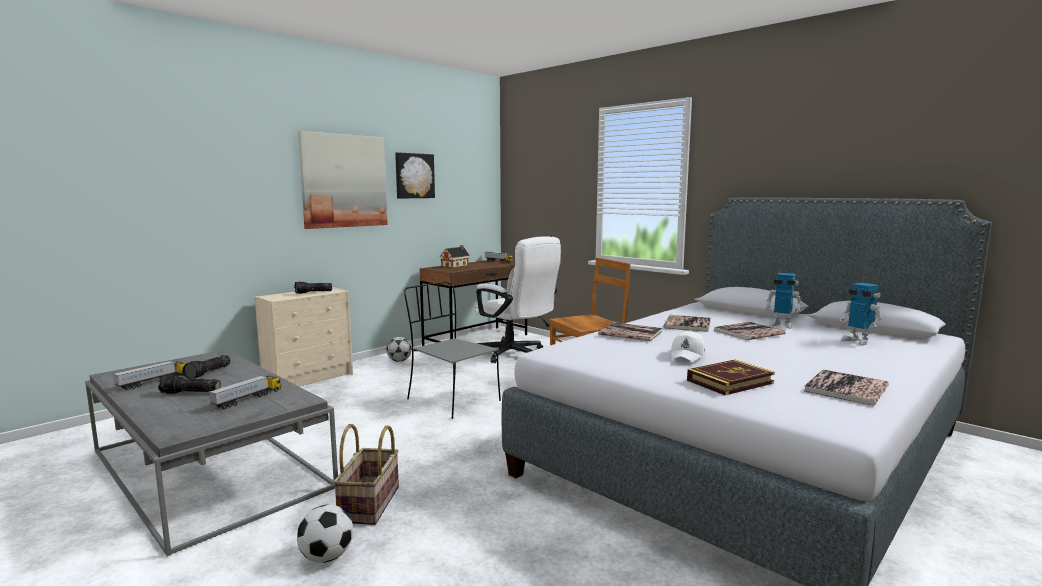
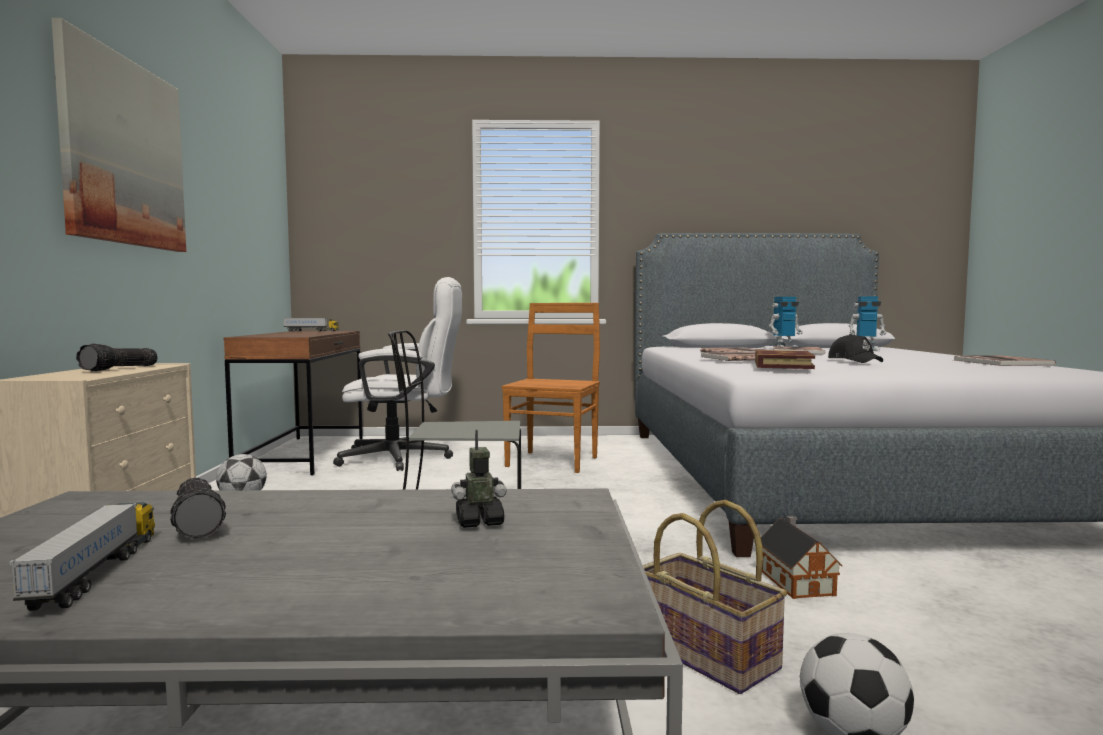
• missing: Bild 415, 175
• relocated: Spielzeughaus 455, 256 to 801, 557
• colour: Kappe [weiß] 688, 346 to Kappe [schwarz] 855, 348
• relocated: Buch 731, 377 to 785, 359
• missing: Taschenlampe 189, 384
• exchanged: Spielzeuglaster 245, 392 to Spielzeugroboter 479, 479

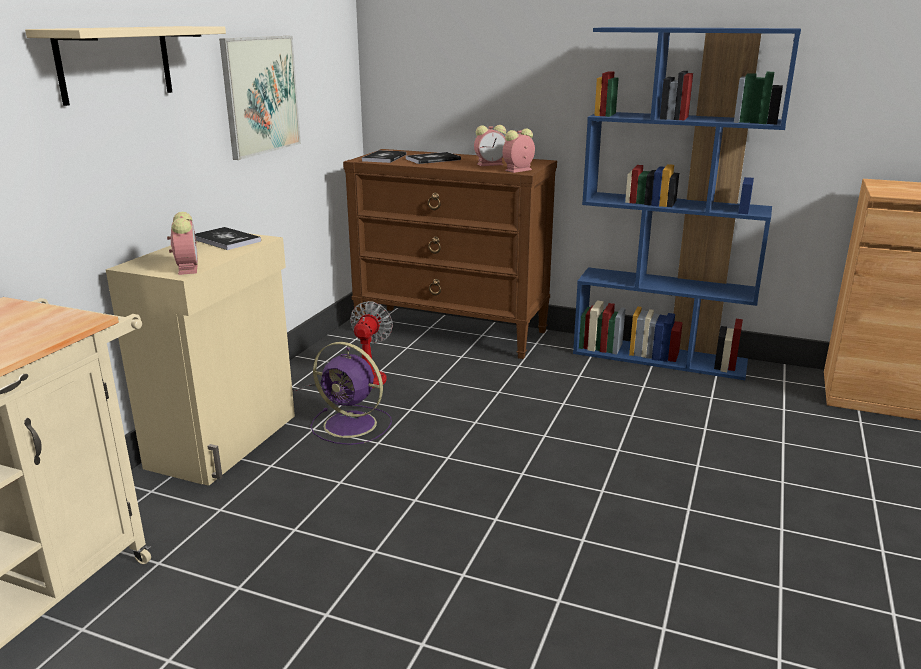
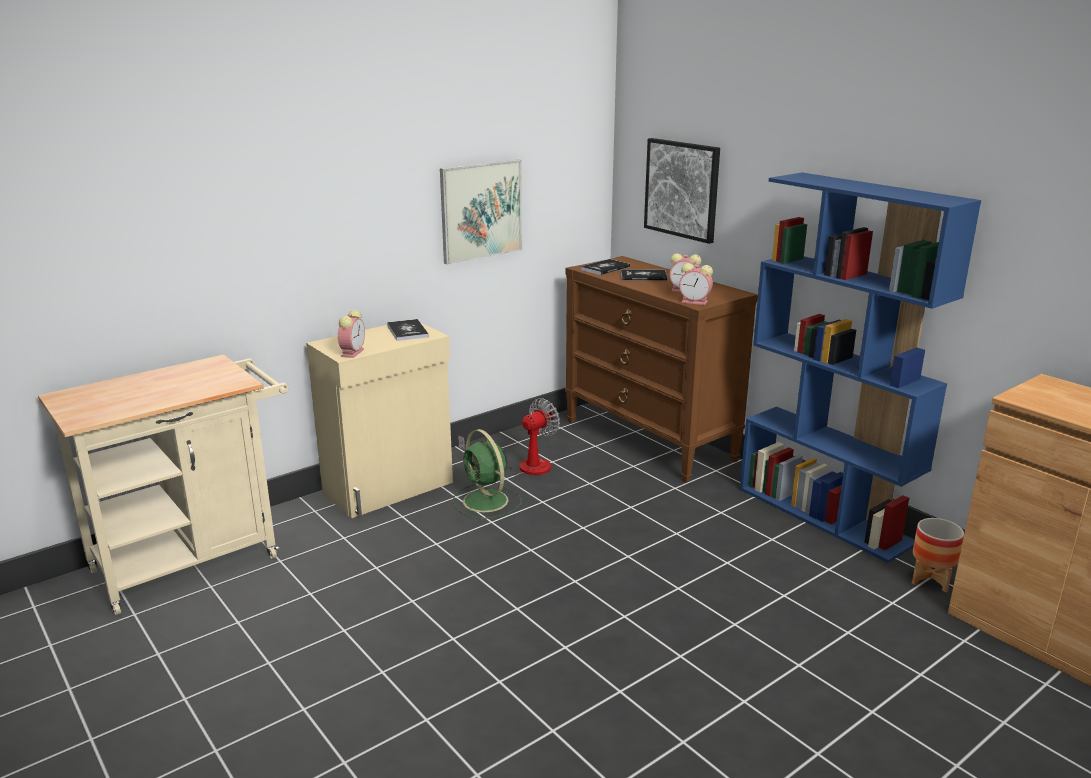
• missing: Wandregal [beige] 125, 66
• spun: Wecker 519, 150 = 696, 284 150 degrees counterclockwise
• colour: Ventilator [lila] 351, 393 to Ventilator [grün] 487, 474
• appeared: Bild 682, 191
• appeared: Pflanzkübel 938, 555

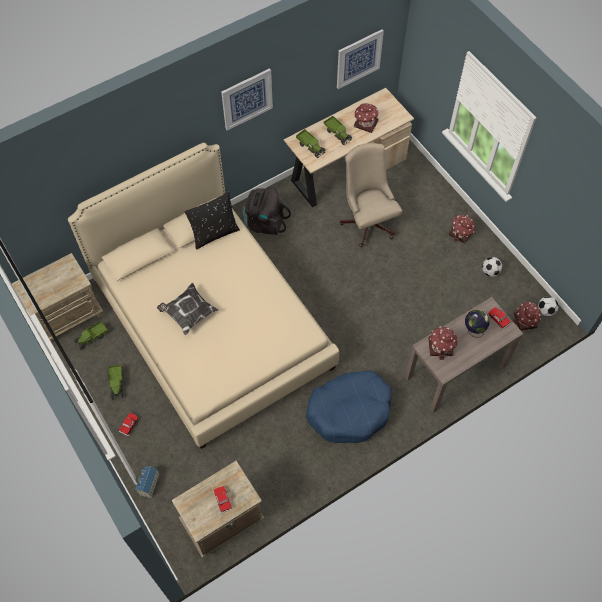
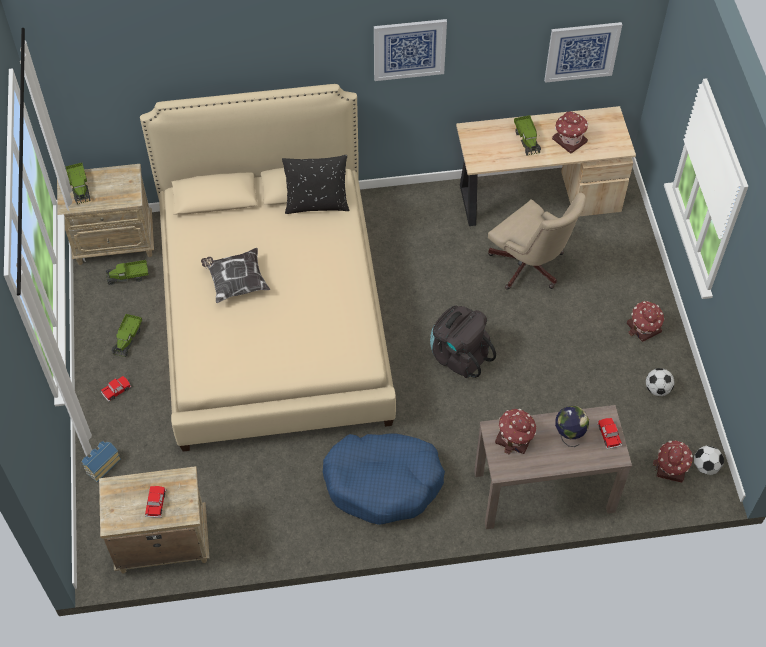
• relocated: Spielzeuglaster 311, 143 to 77, 183
• spun: Bürostuhl [beige] 371, 195 = 537, 241 135 degrees clockwise
• relocated: Rucksack [schwarz] 266, 211 to 463, 341

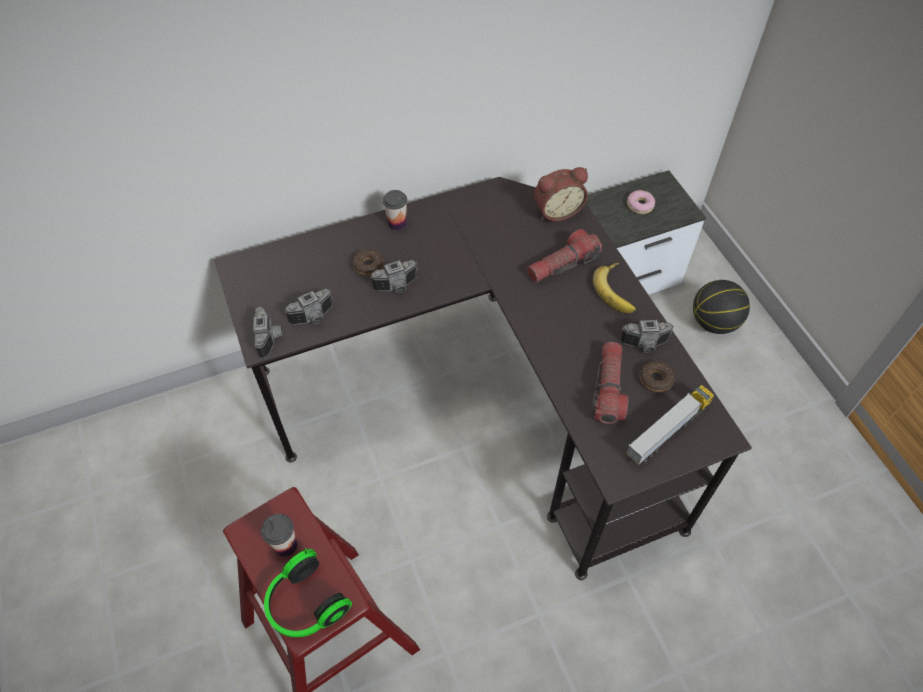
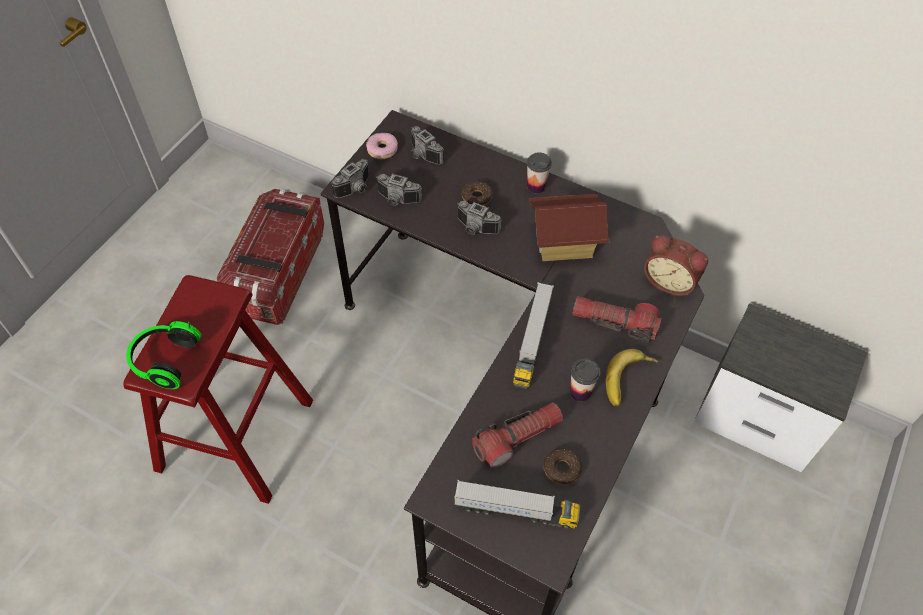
• relocated: Donut 641, 202 to 382, 146
• missing: Basketball 721, 307
• relocated: Kamera 647, 336 to 427, 145
• relocated: Tasse 279, 535 to 585, 380
• appeared: Aufbewahrungsbox 270, 257
• appeared: Spielzeughaus 569, 227
• appeared: Spielzeuglaster 533, 335

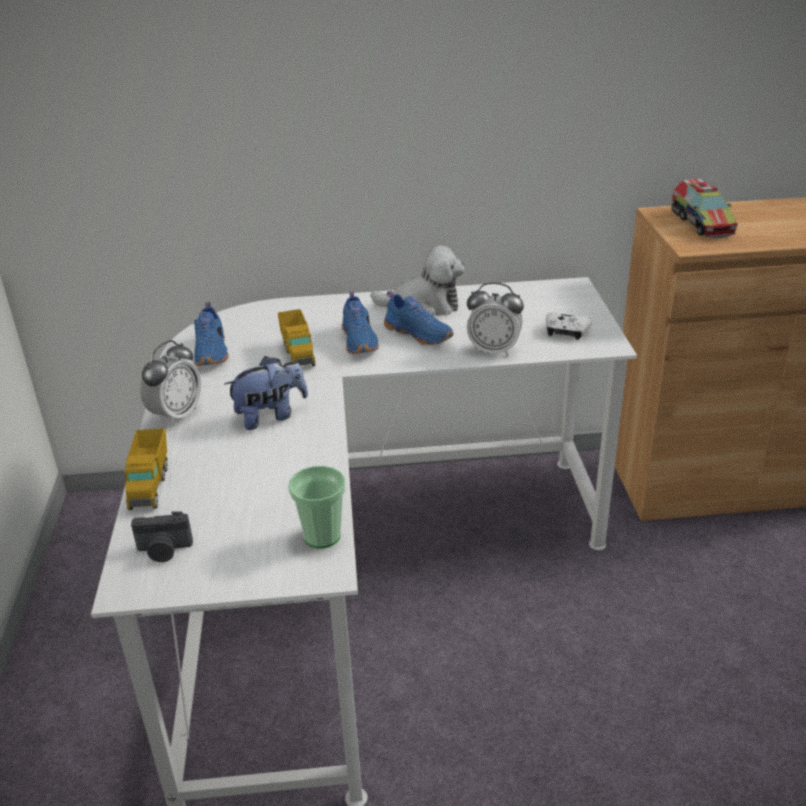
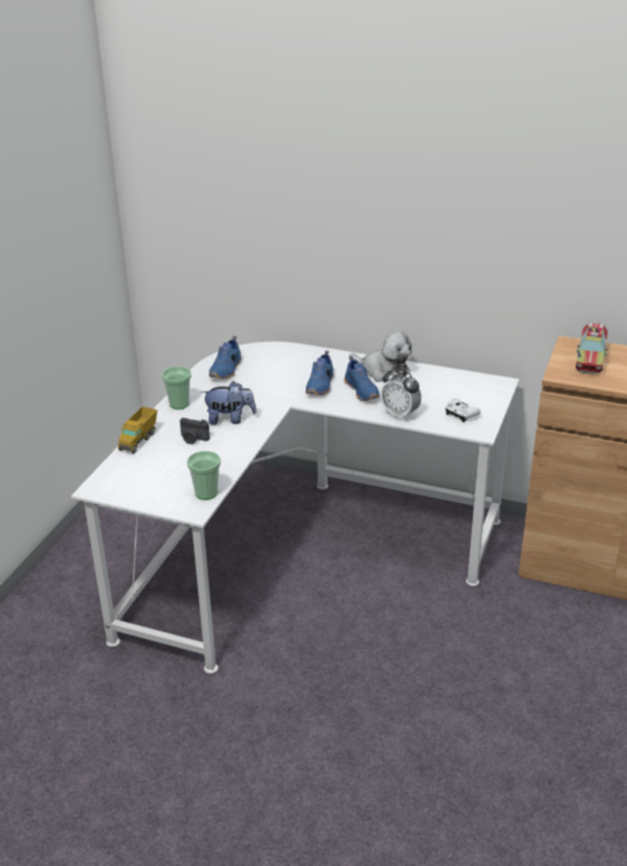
• missing: Spielzeuglaster 296, 337
• exchanged: Wecker 170, 383 to Tasse 176, 388
• relocated: Kamera 162, 536 to 195, 431

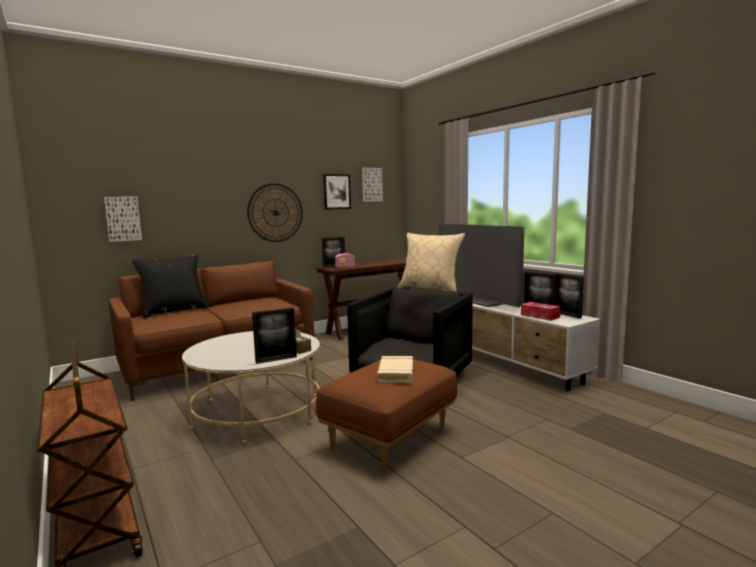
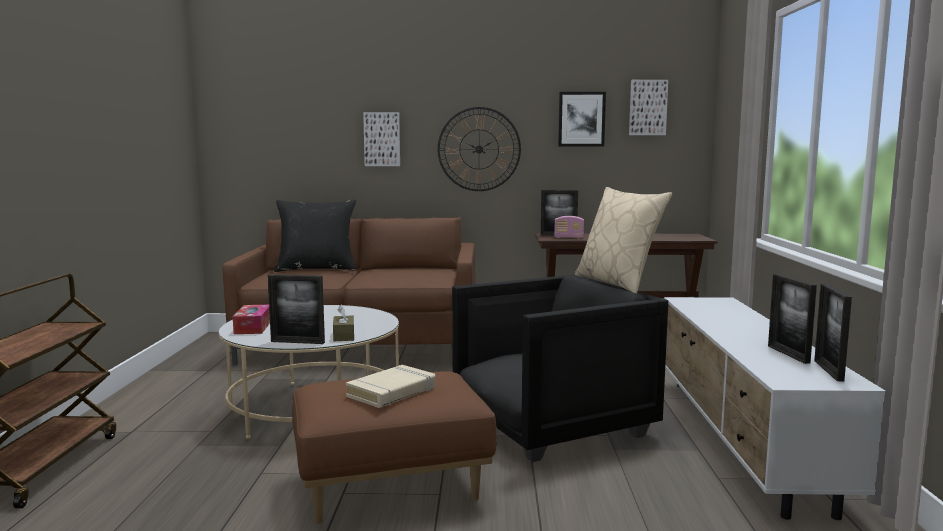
• relocated: Bild 123, 219 to 381, 139
• missing: Fernseher 481, 266
• relocated: Taschentuchbox 541, 311 to 251, 319

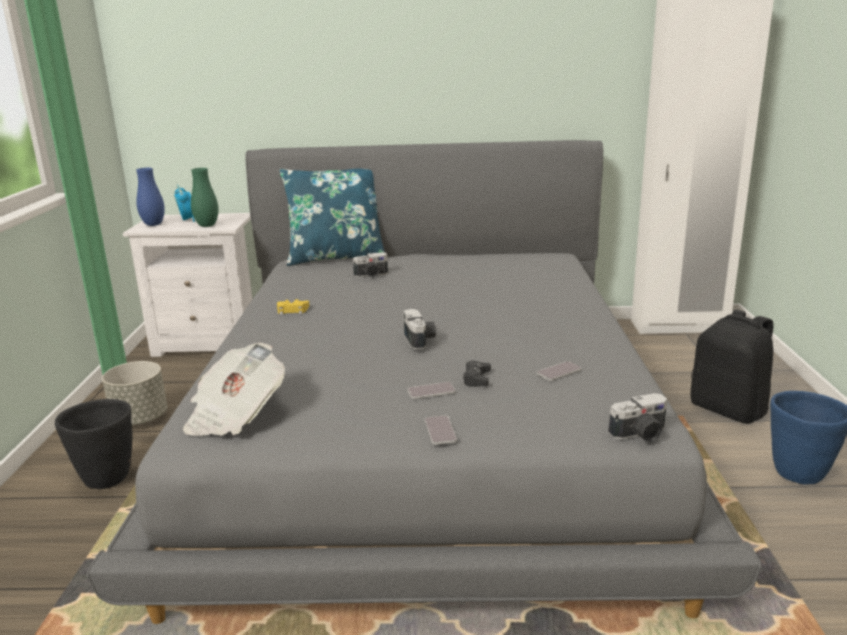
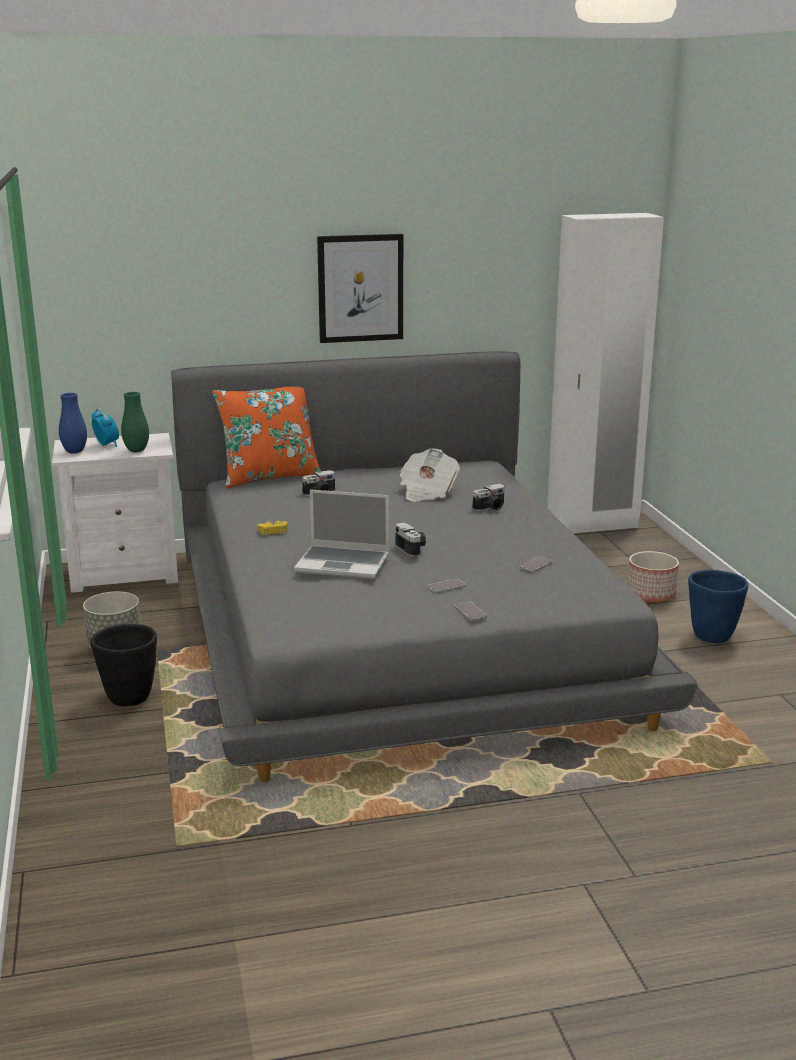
• colour: Kissen [blau] 332, 217 to Kissen [orange] 266, 437
• exchanged: Rucksack [schwarz] 732, 367 to Pflanzkübel 653, 577
• relocated: Zeitung 234, 389 to 429, 474
• missing: Gamepad [schwarz] 476, 373
• relocated: Kamera 637, 417 to 488, 497
• appeared: Bild 360, 288
• appeared: Laptop 341, 534

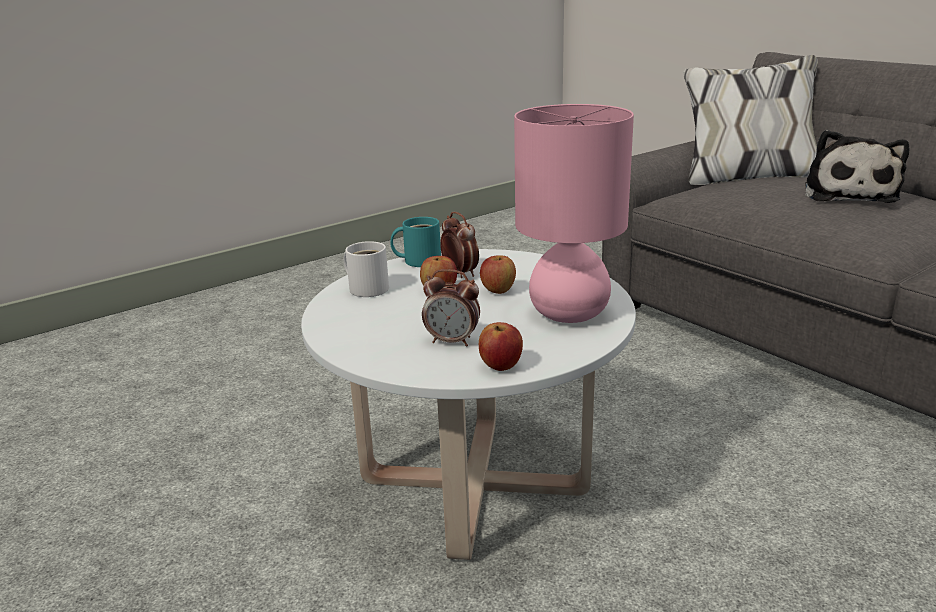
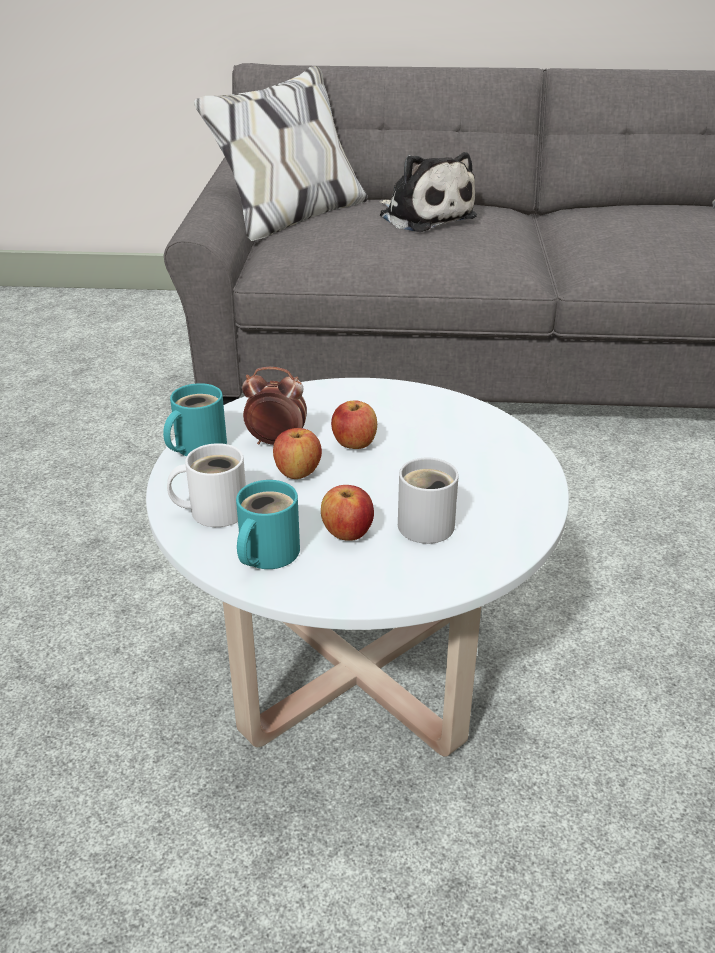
• missing: Tischlampe [rosa] 574, 213
• exchanged: Wecker 451, 307 to Henkelbecher [weiß] 428, 500
• relocated: Apfel 501, 346 to 347, 513
• appeared: Henkelbecher [türkis] 268, 524

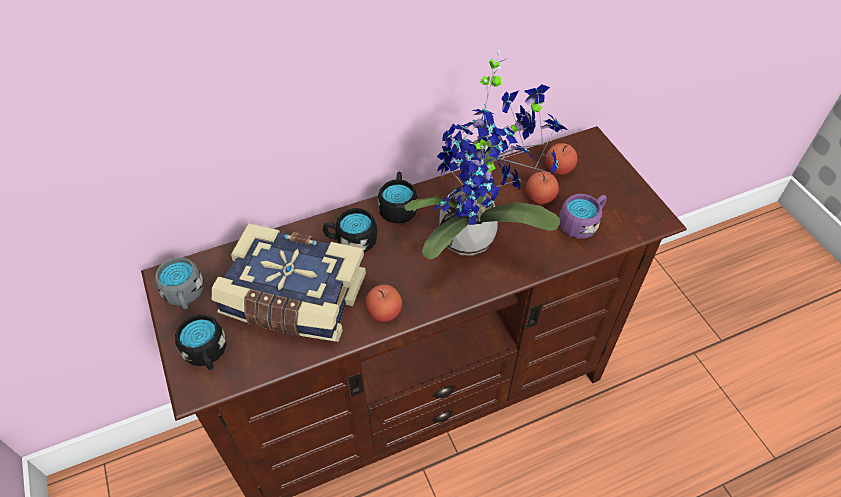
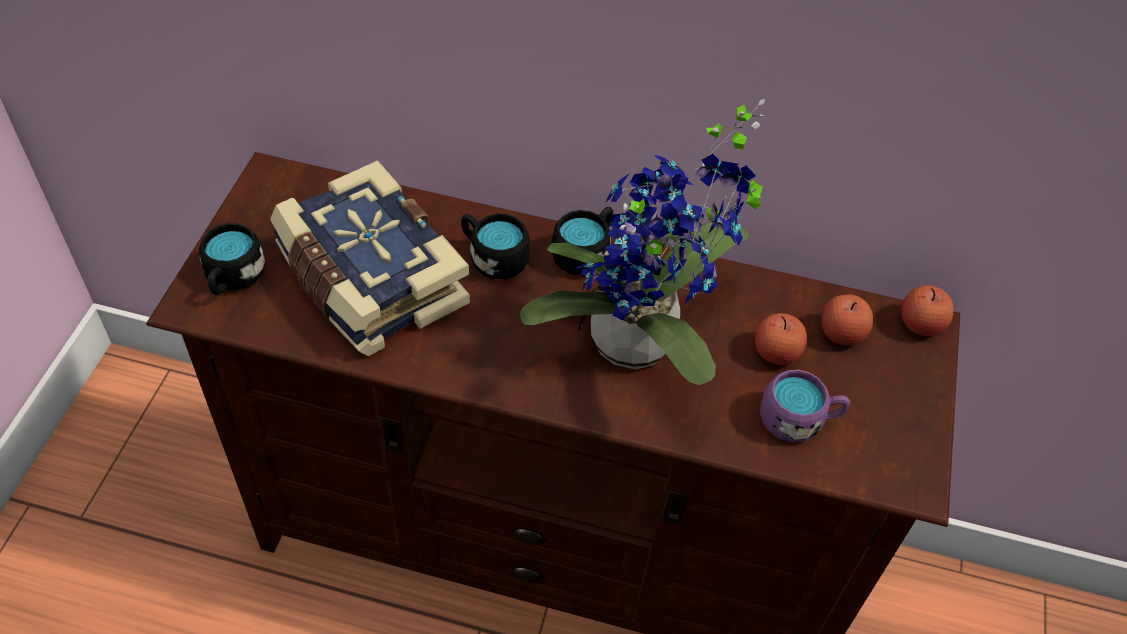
• missing: Henkelbecher [grau] 179, 283
• relocated: Apfel 383, 303 to 927, 311

